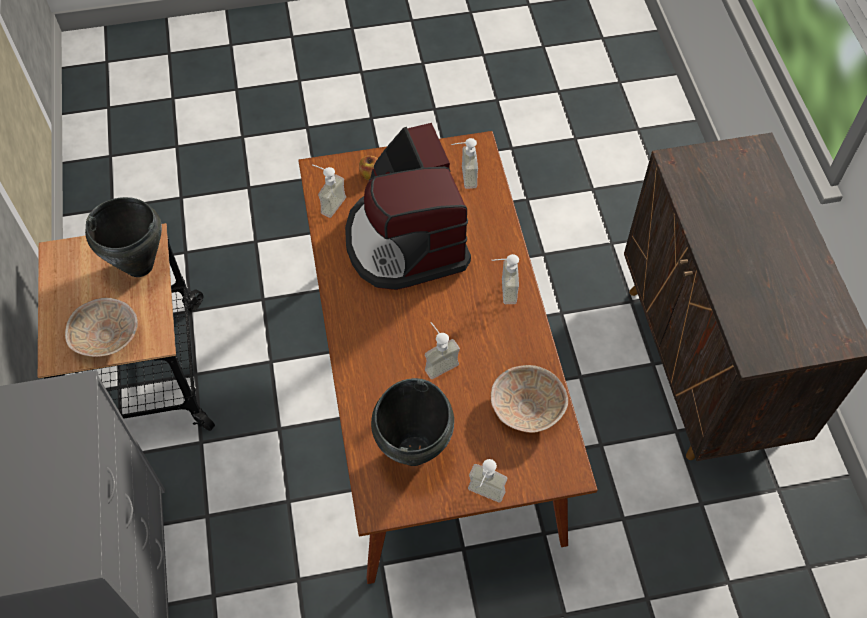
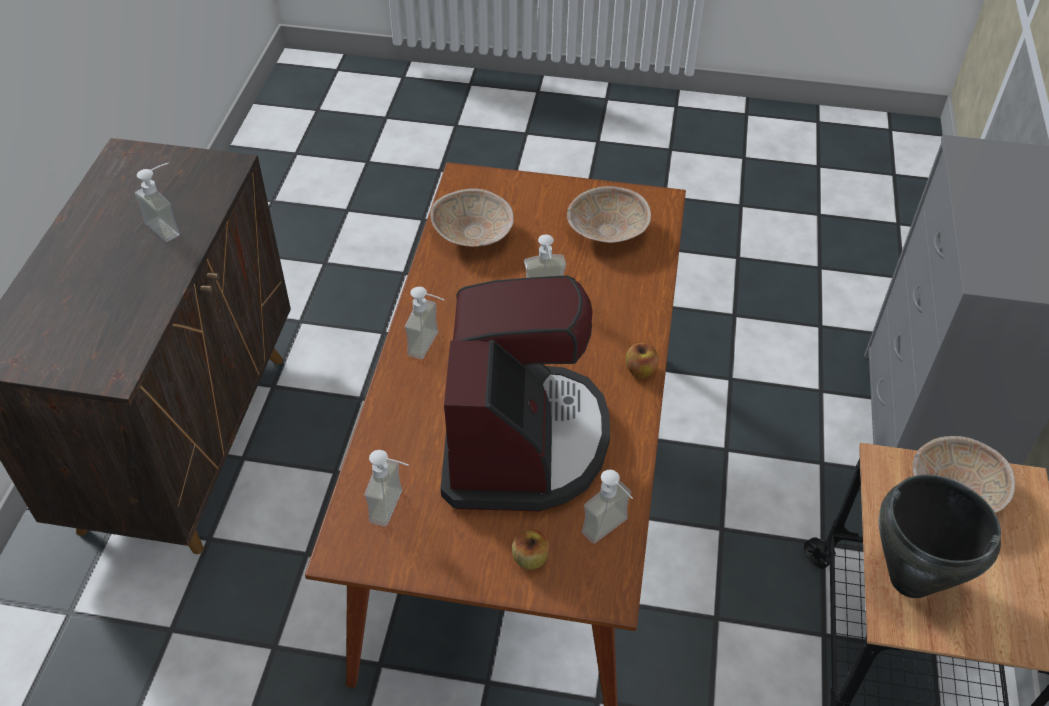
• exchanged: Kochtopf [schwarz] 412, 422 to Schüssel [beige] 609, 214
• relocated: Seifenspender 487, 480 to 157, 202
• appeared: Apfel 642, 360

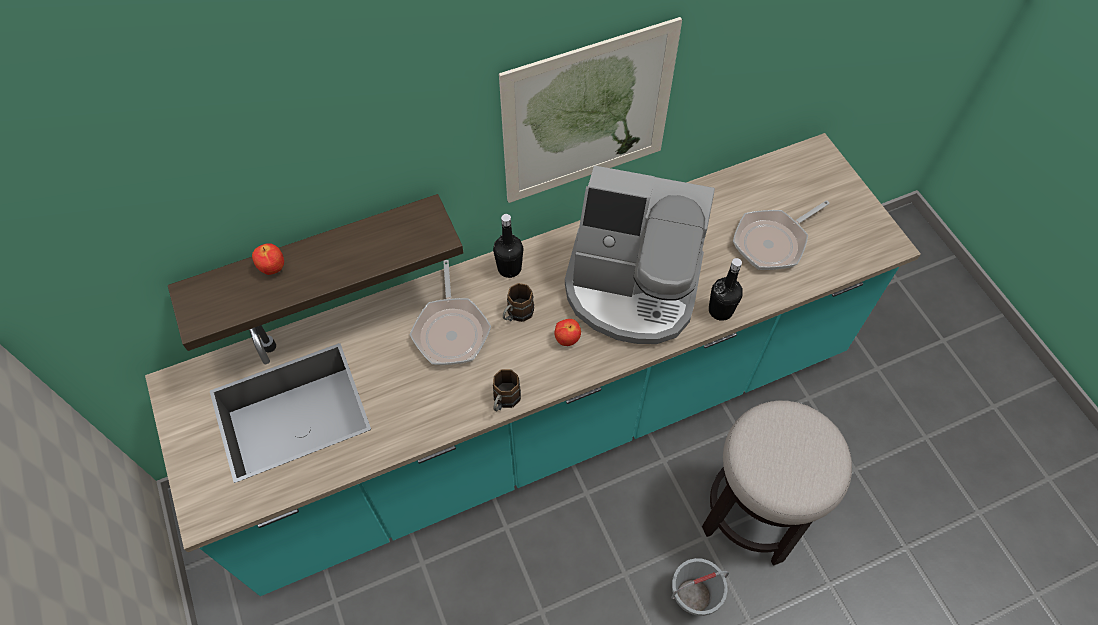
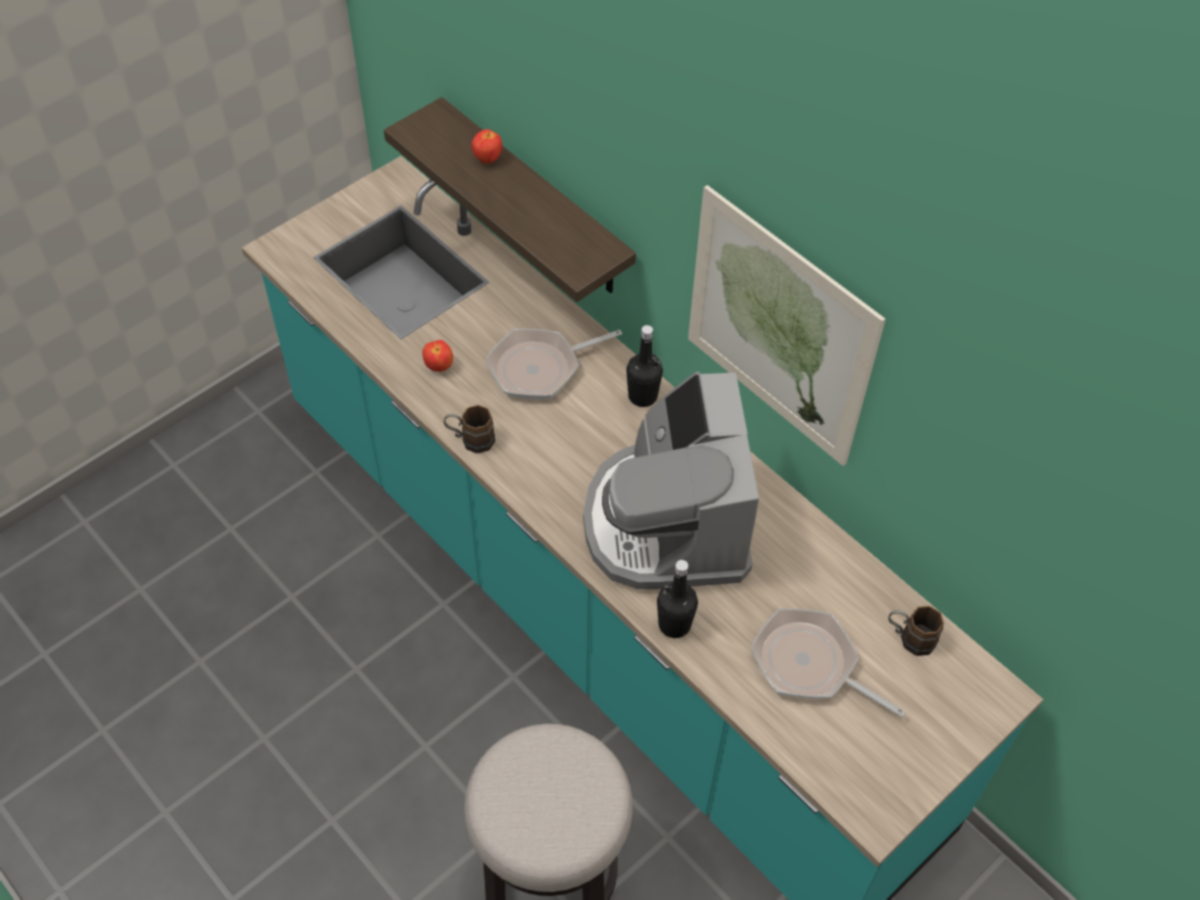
• relocated: Henkelbecher [braun] 518, 302 to 916, 631
• relocated: Apfel 568, 332 to 437, 356
• missing: Eimer [grau] 700, 587

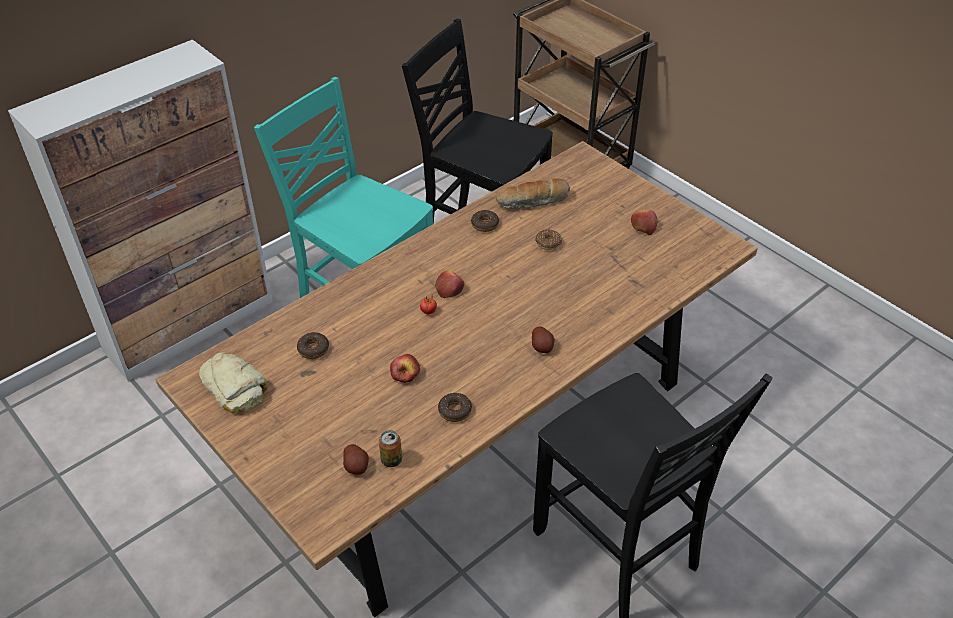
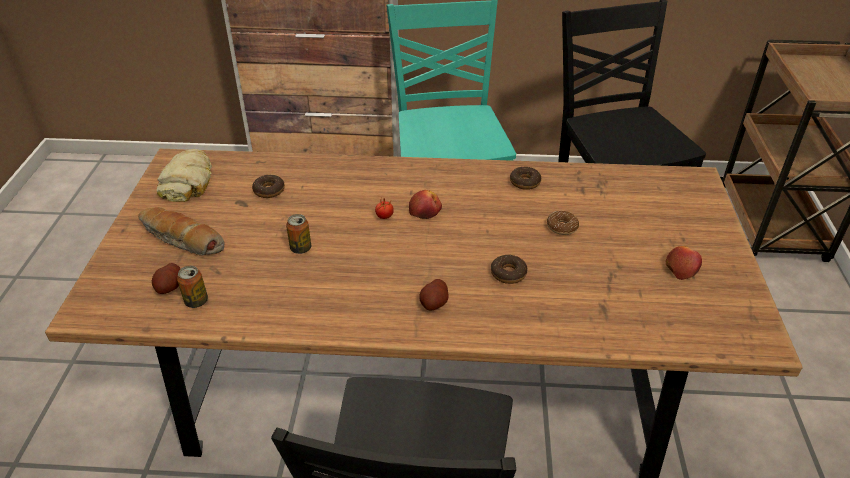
• relocated: Brot 533, 193 to 181, 231
• exchanged: Apfel 405, 368 to Dose 298, 234
• relocated: Donut 455, 407 to 509, 269

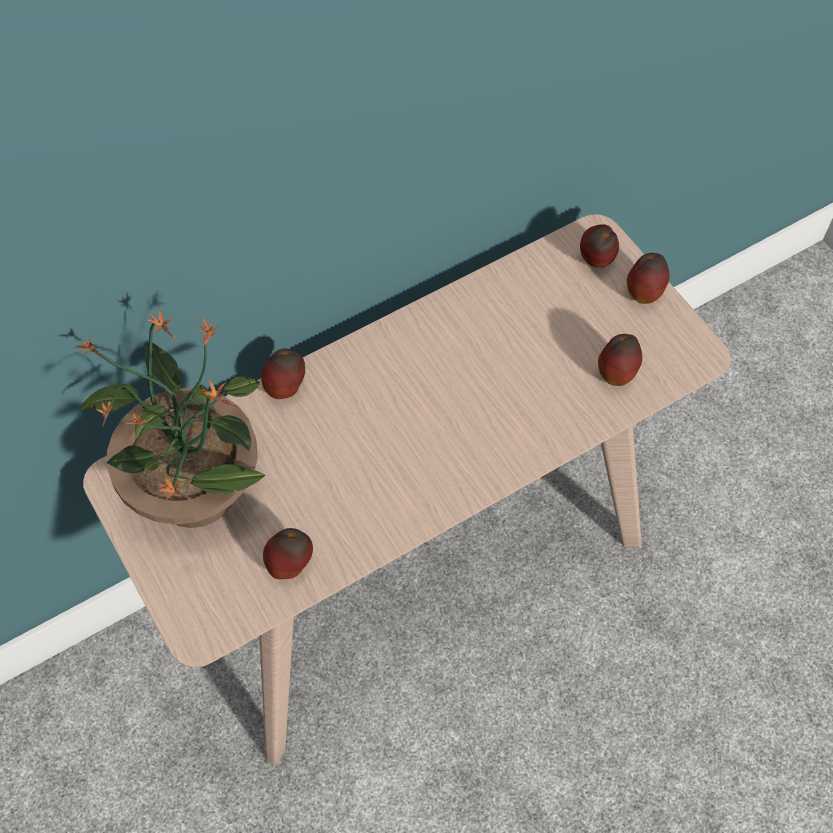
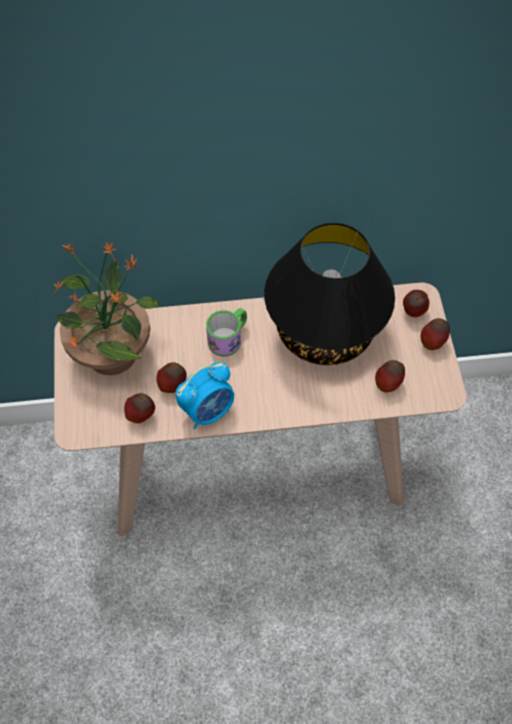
• relocated: Apfel 283, 374 to 171, 377
• appeared: Tischlampe [schwarz] 329, 294
• appeared: Henkelbecher 226, 332
• appeared: Wecker 204, 396

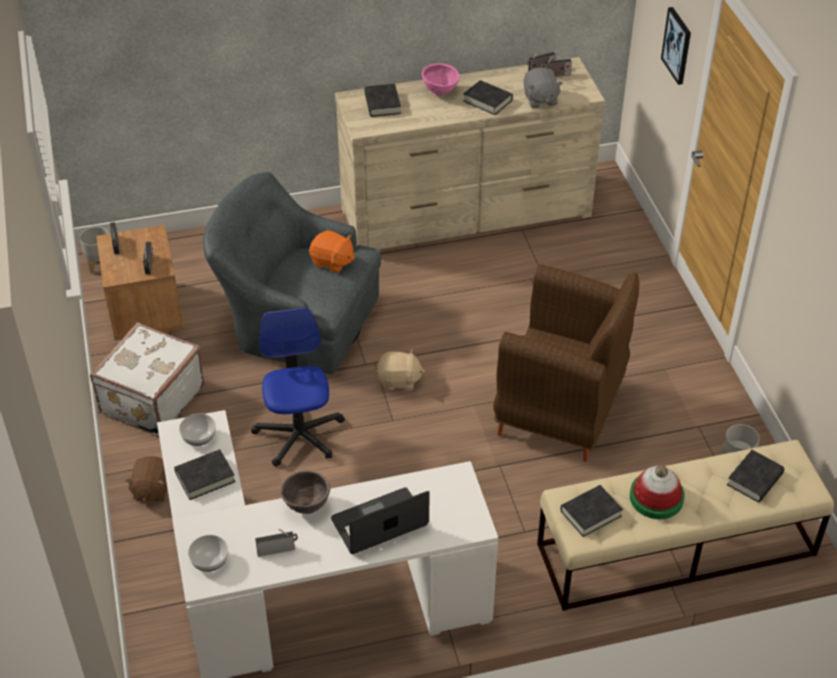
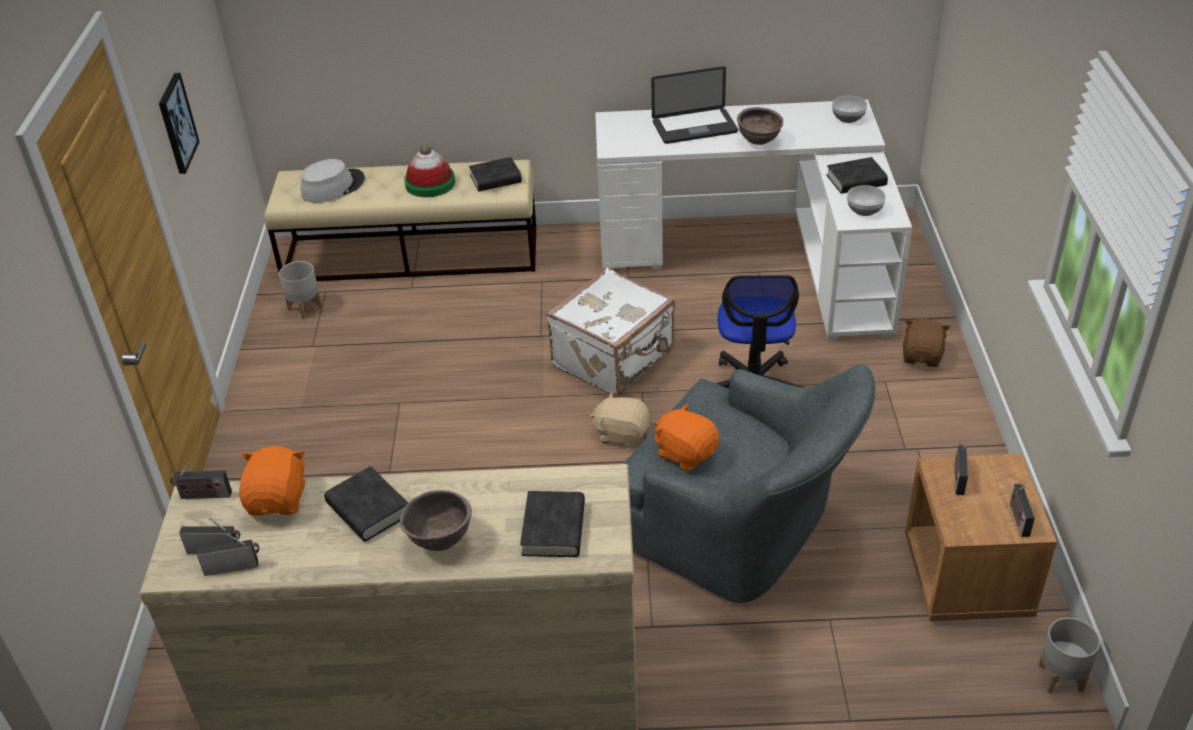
• relocated: Bild 676, 46 to 179, 123
• colour: Schüssel [rosa] 441, 79 to Schüssel [braun] 436, 520
• colour: Plüschtier [grau] 543, 87 to Plüschtier [orange] 272, 481
• missing: Sessel [braun] 566, 363
• relocated: Koffer [weiß] 147, 379 to 610, 332
• exchanged: Buch [schwarz] 755, 476 to Hut [grau] 333, 181
• relocated: Radio 276, 543 to 201, 480

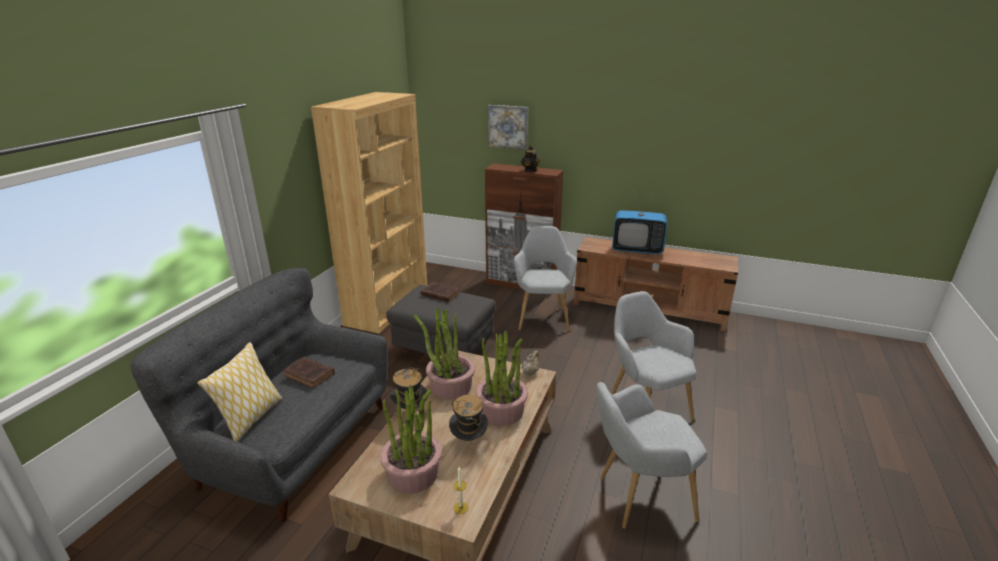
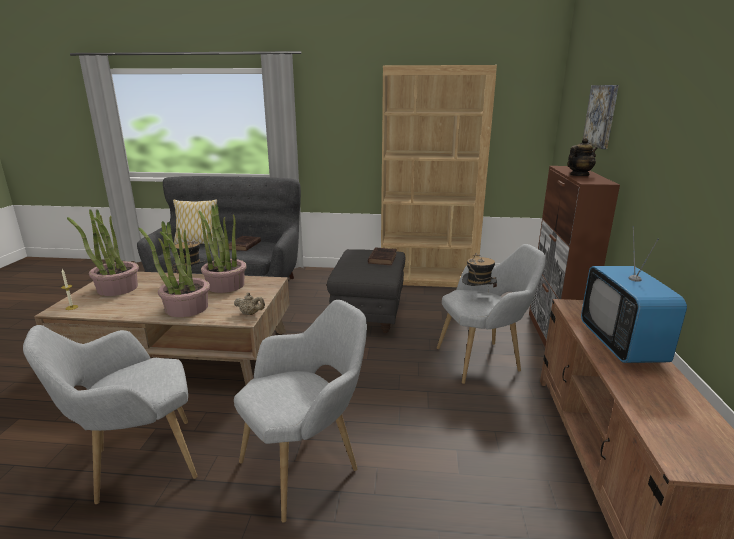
• spun: Sessel [grau] 652, 455 = 110, 414 90 degrees counterclockwise
• relocated: Hut 468, 418 to 479, 272

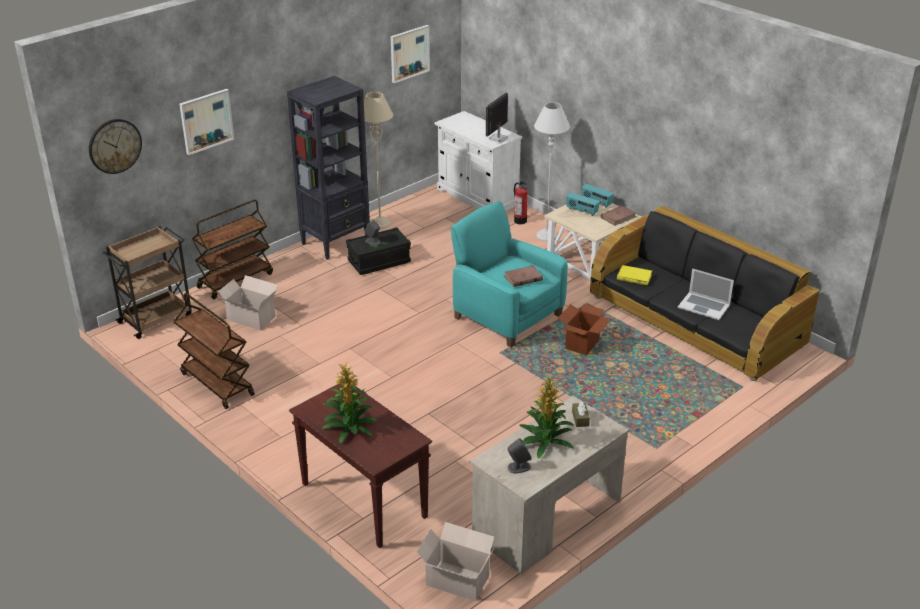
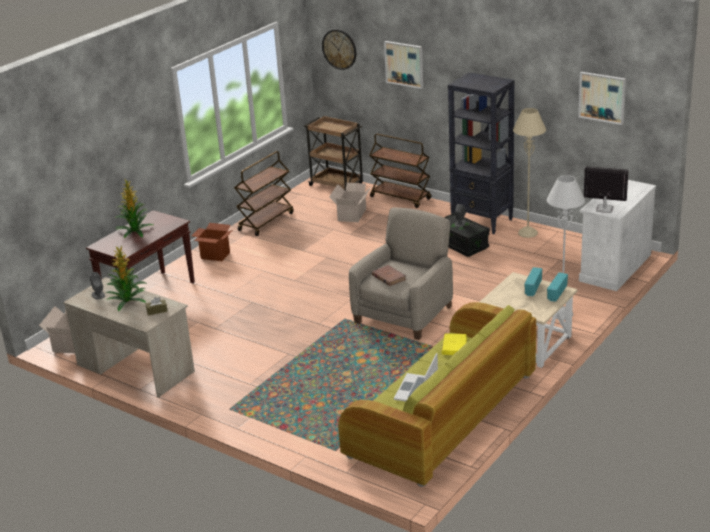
• missing: Feuerlöscher 521, 203
• colour: Sessel [türkis] 509, 274 to Sessel [beige] 401, 273
• missing: Buch [braun] 619, 215
• colour: Sofa [schwarz] 705, 293 to Sofa [grün] 437, 394
• relocated: Karton 584, 329 to 212, 242

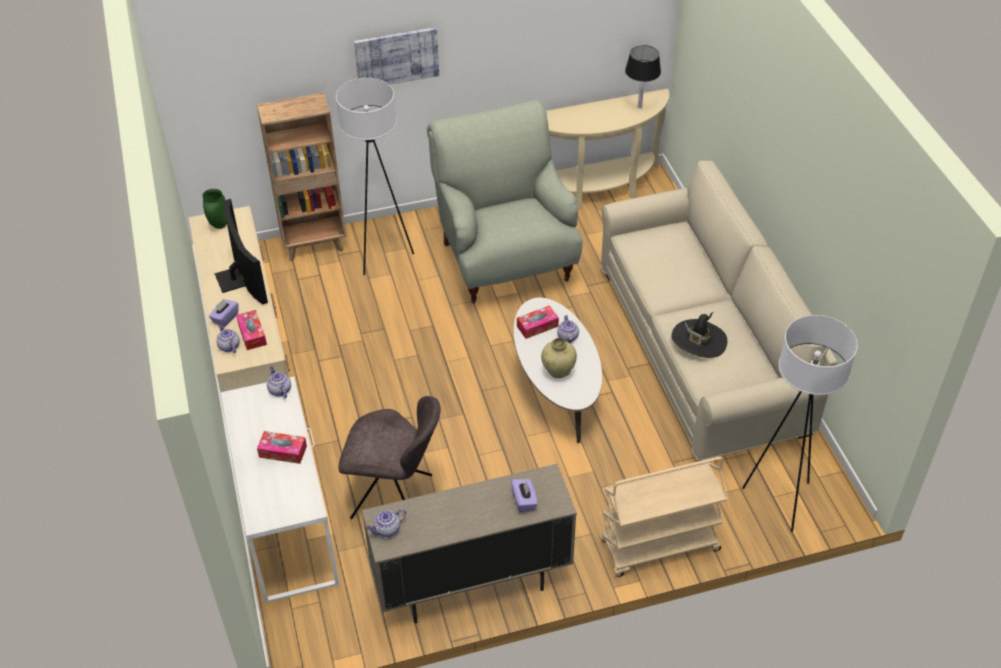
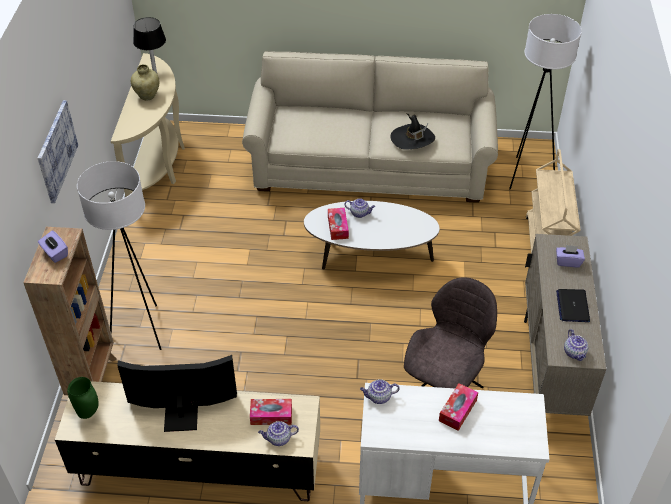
• missing: Sessel [grau] 505, 201
• relocated: Taschentuchbox [lila] 224, 313 to 53, 247
• relocated: Vase [beige] 559, 358 to 145, 82
• appeared: Laptop 573, 305

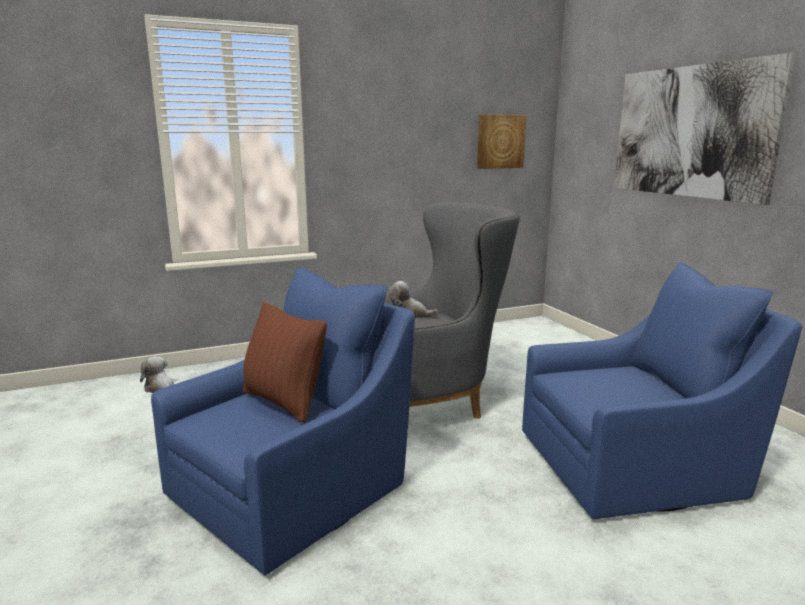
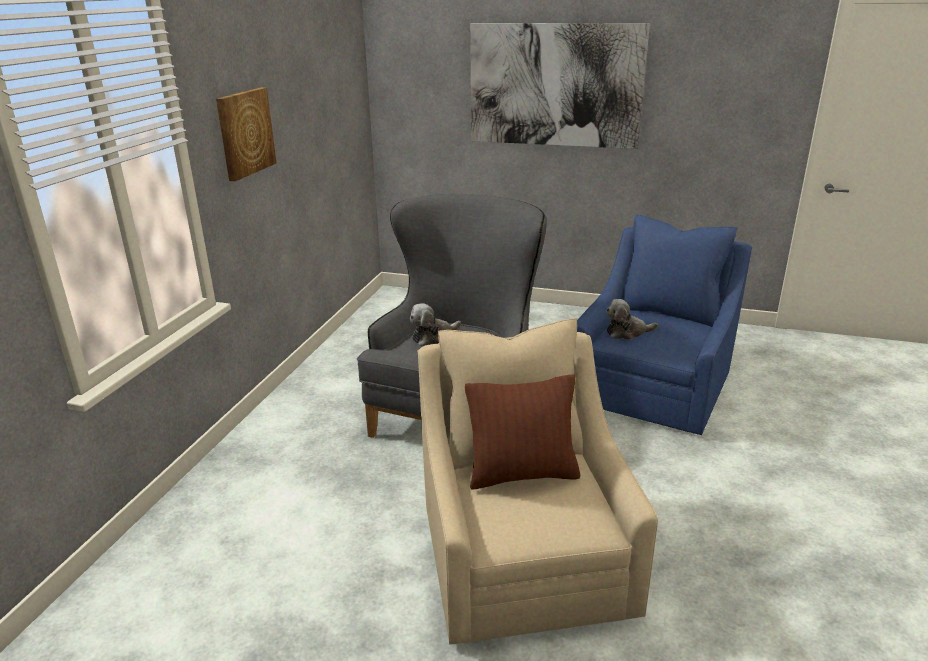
• relocated: Bild 501, 142 to 246, 134
• colour: Sessel [blau] 283, 421 to Sessel [beige] 537, 481
• relocated: Plüschtier 157, 374 to 632, 319

